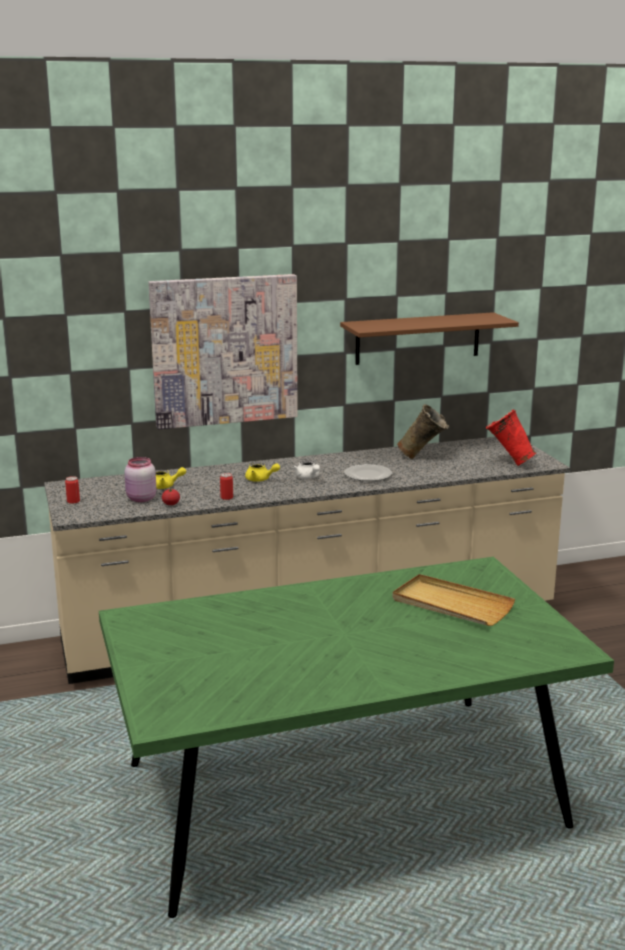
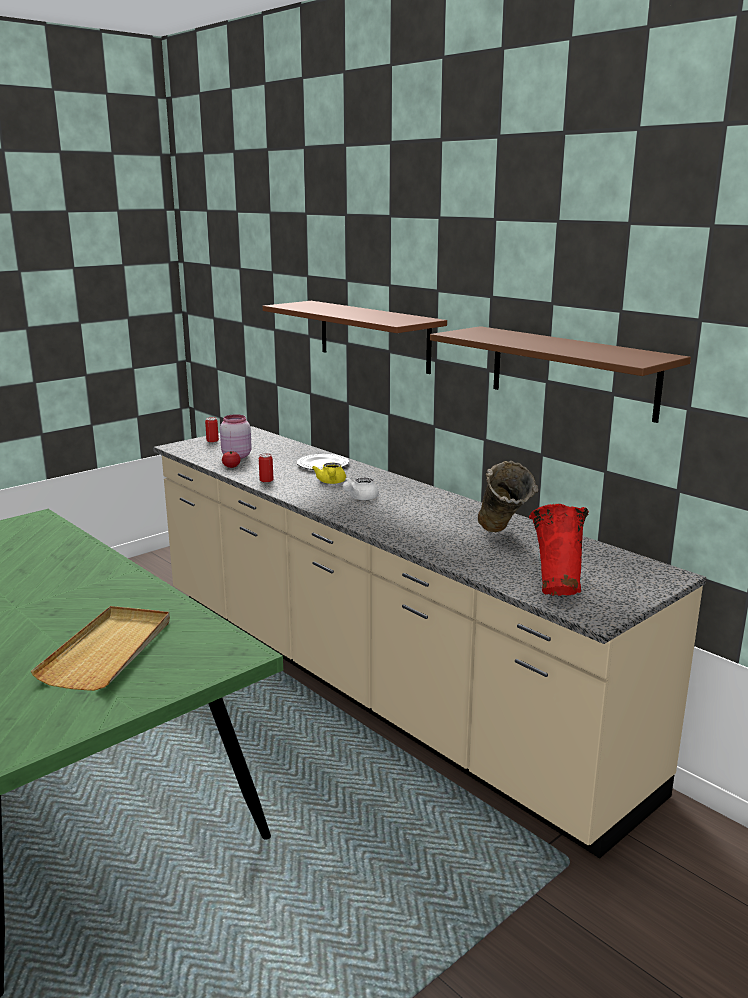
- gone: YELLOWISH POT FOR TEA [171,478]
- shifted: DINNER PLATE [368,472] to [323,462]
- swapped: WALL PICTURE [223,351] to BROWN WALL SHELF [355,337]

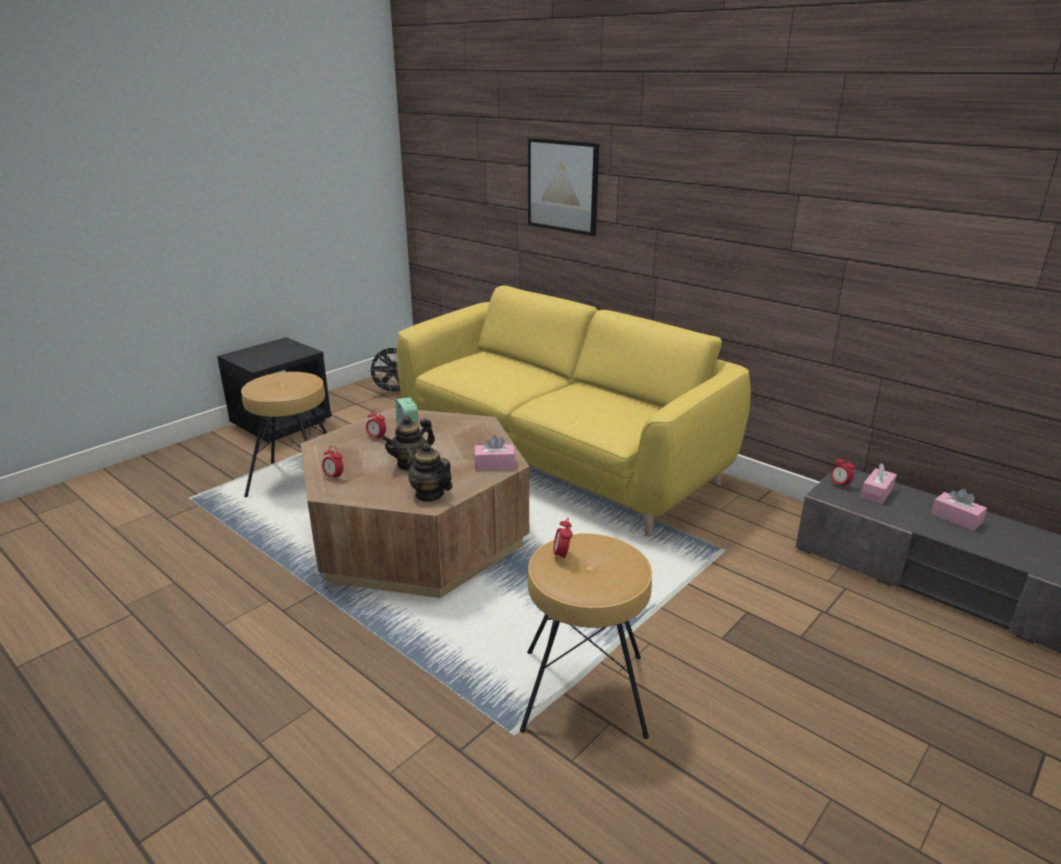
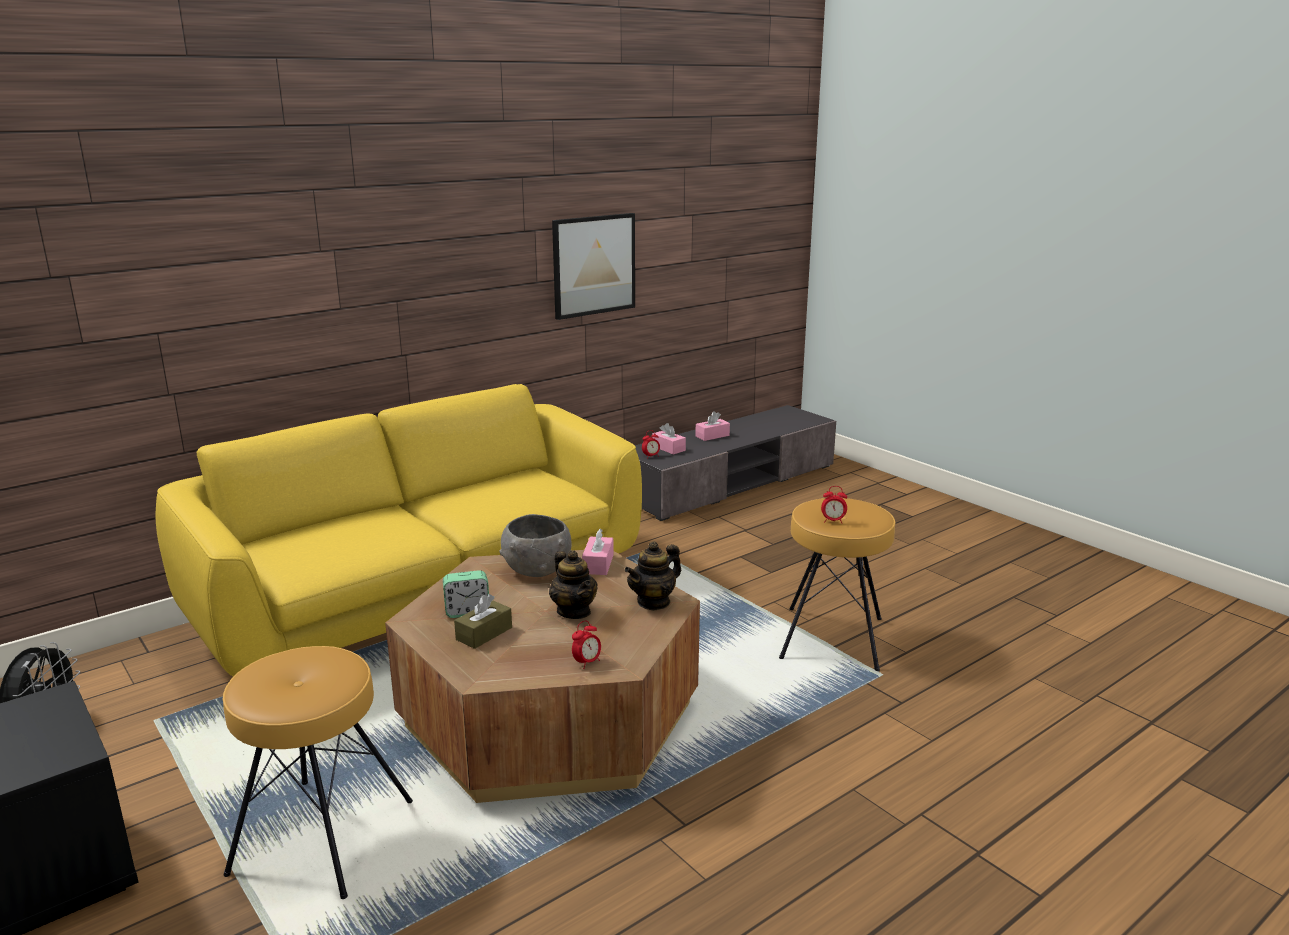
- new: GREYISH BOWL [535,545]
- shifted: WALL PICTURE [563,187] to [593,266]
- swapped: TABLE CLOCK [376,425] to BROWN BOX OF TISSUES [483,621]

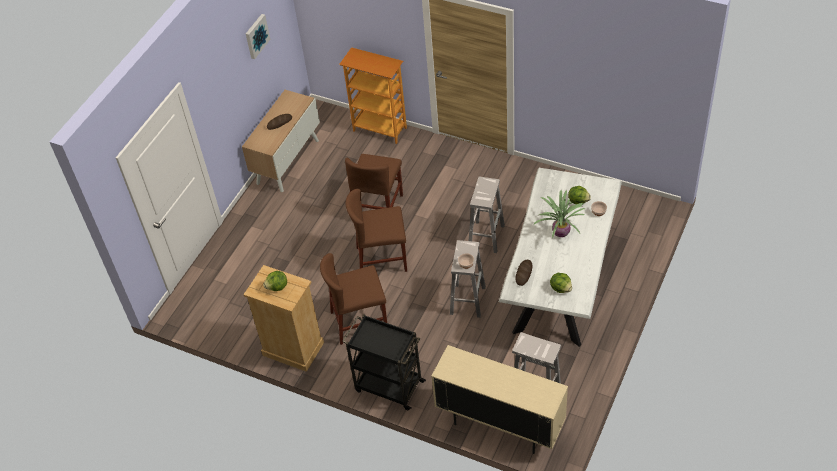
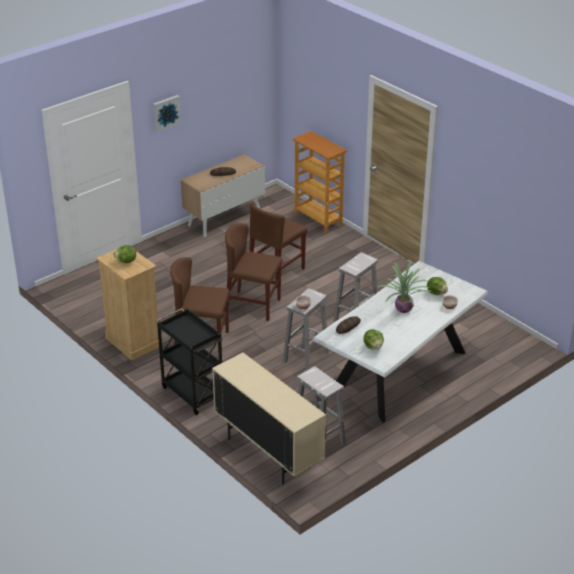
- shifted: WALL PICTURE [258,36] to [167,113]

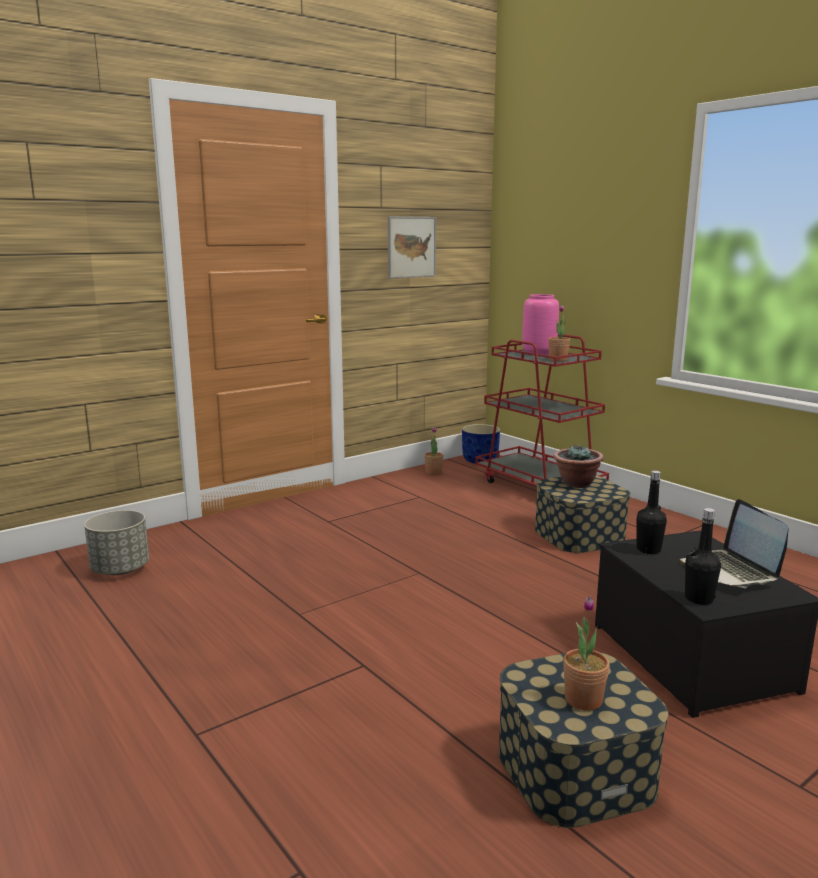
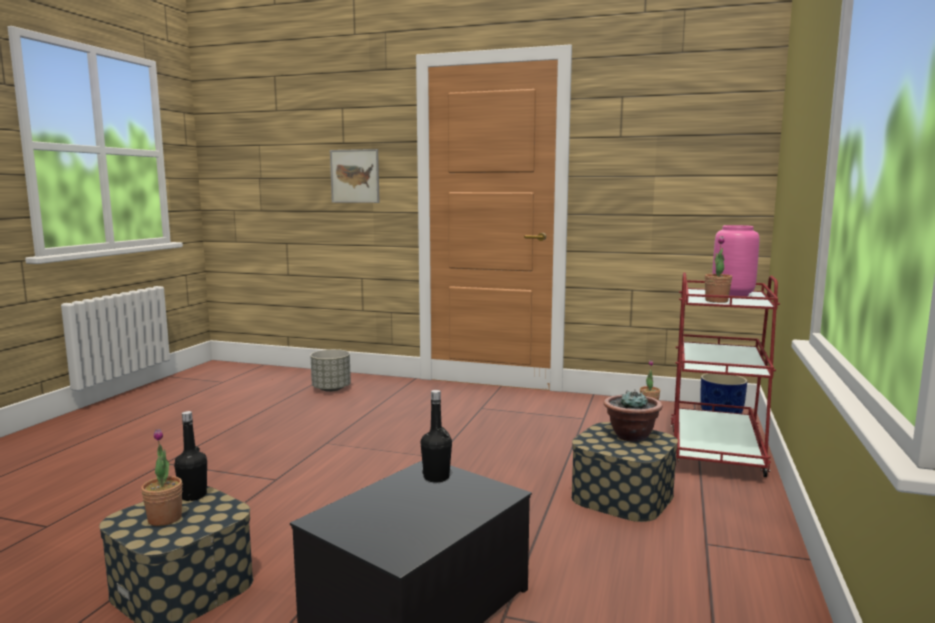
- gone: LAPTOP [733,543]
- shifted: WALL PICTURE [412,247] to [355,176]
- shifted: BLACK-COLOURED BEVERAGE BOTTLE [703,556] to [190,456]

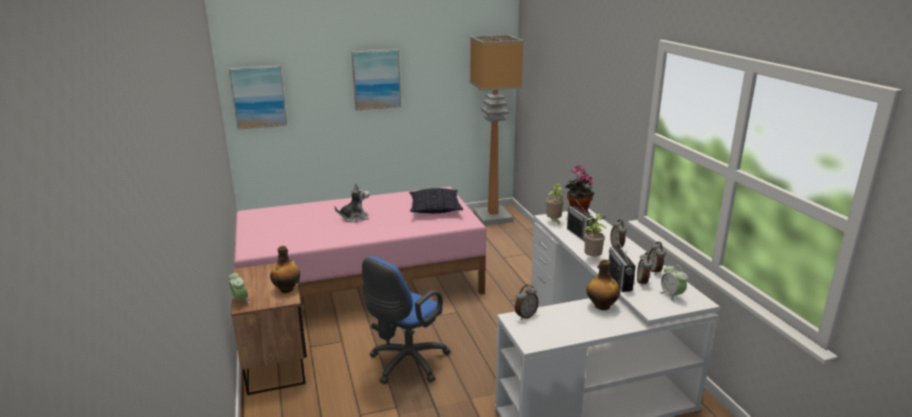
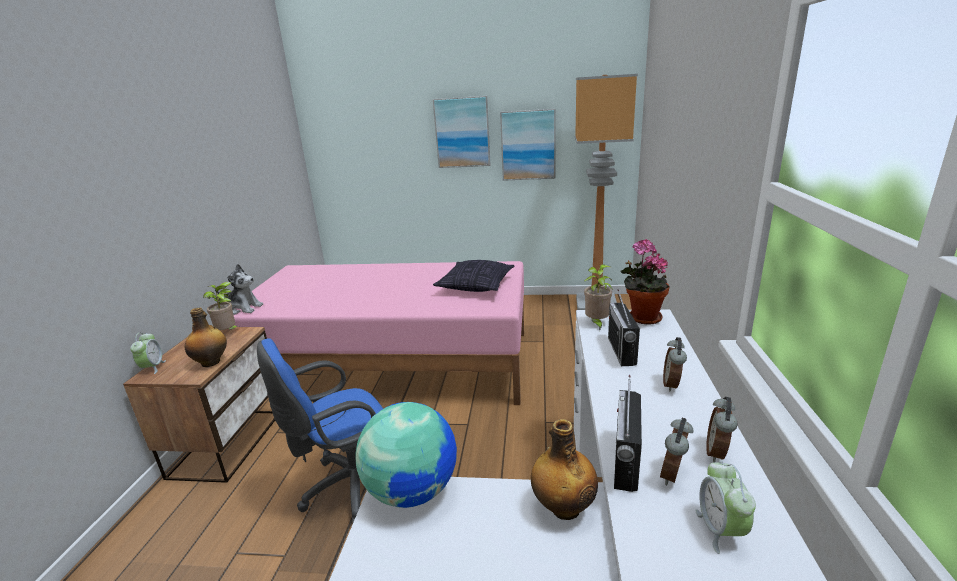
- shifted: WALL PICTURE [258,97] to [528,145]
- shifted: SOFT TOY [352,202] to [240,289]
- shifted: HOUSEPLANT [595,234] to [220,306]
- swapped: TABLE CLOCK [527,302] to WORLD GLOBE [406,455]

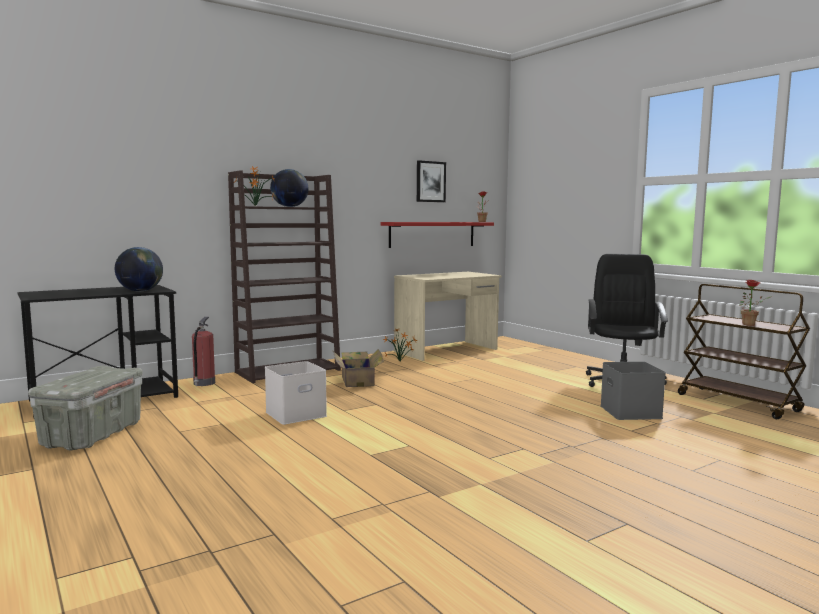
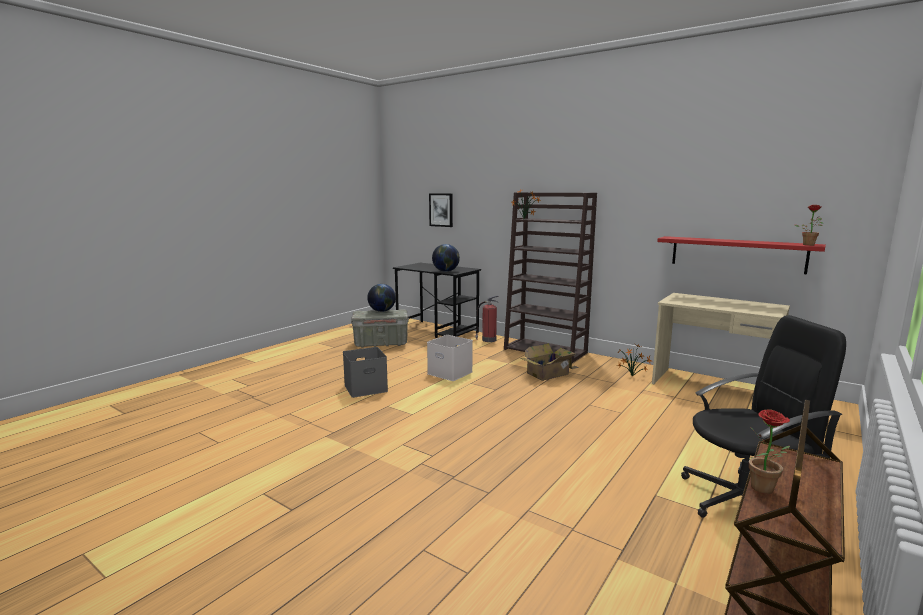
- shifted: WORLD GLOBE [289,188] to [381,298]
- shifted: WALL PICTURE [431,181] to [441,210]
- shifted: GREYISH STORAGE CONTAINER [633,391] to [365,372]

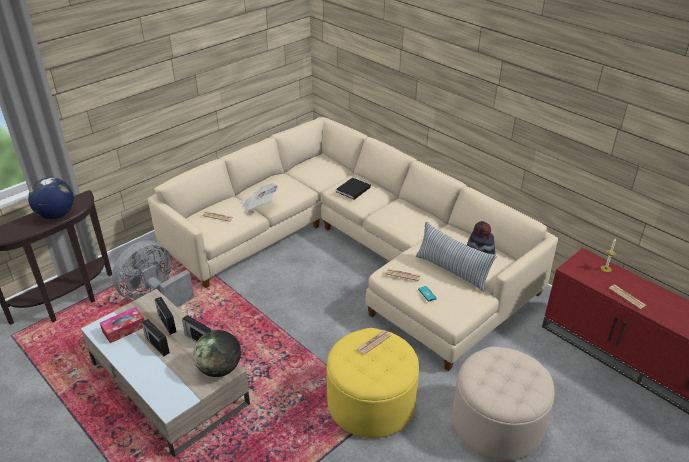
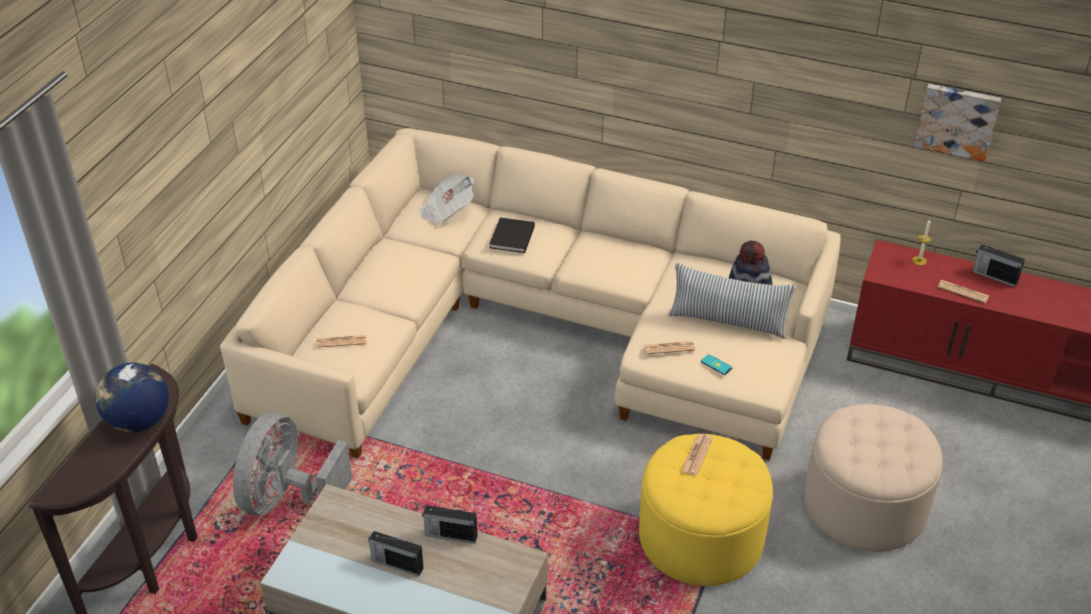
- gone: BOX OF TISSUES [122,325]
- gone: WORLD GLOBE [217,353]
- new: WALL PICTURE [957,122]
- shifted: RADIO SET [165,316] to [998,265]
- shifted: PRINTED PAPER [260,197] to [446,199]

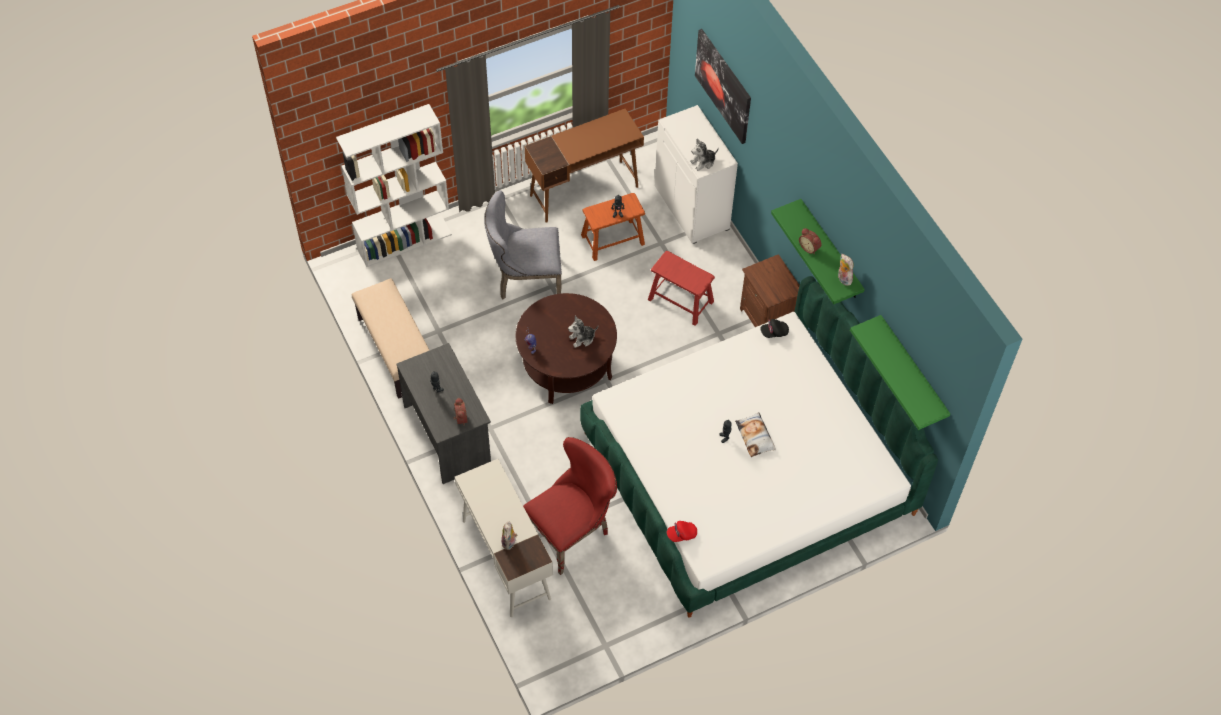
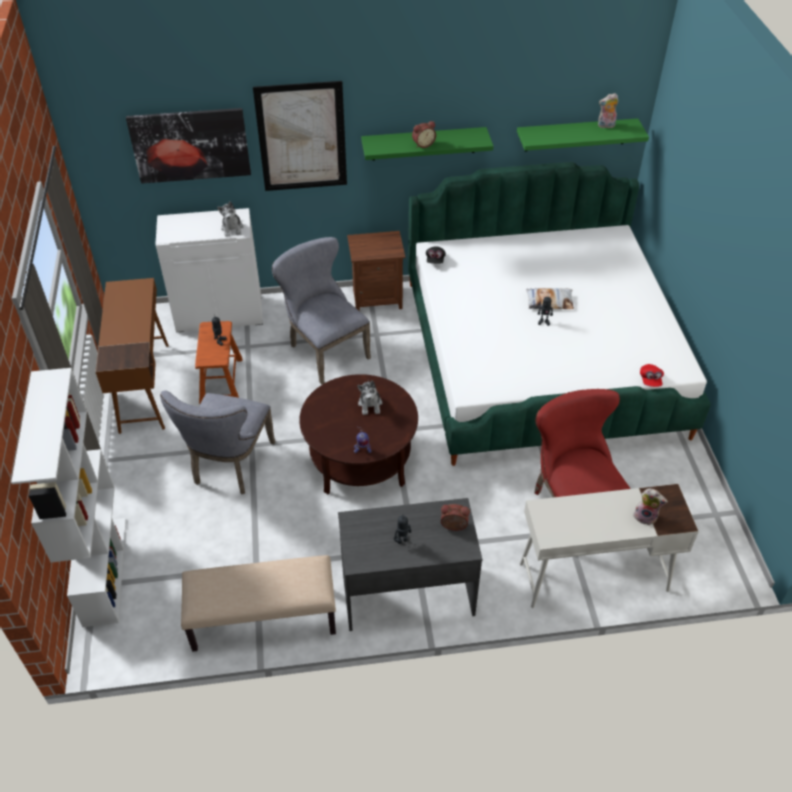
- new: WALL PICTURE [300,136]
- shifted: SOFT TOY [846,270] to [608,110]
- swapped: RED STOOL [681,288] to GREYISH UPRIGHT CHAIR [321,311]

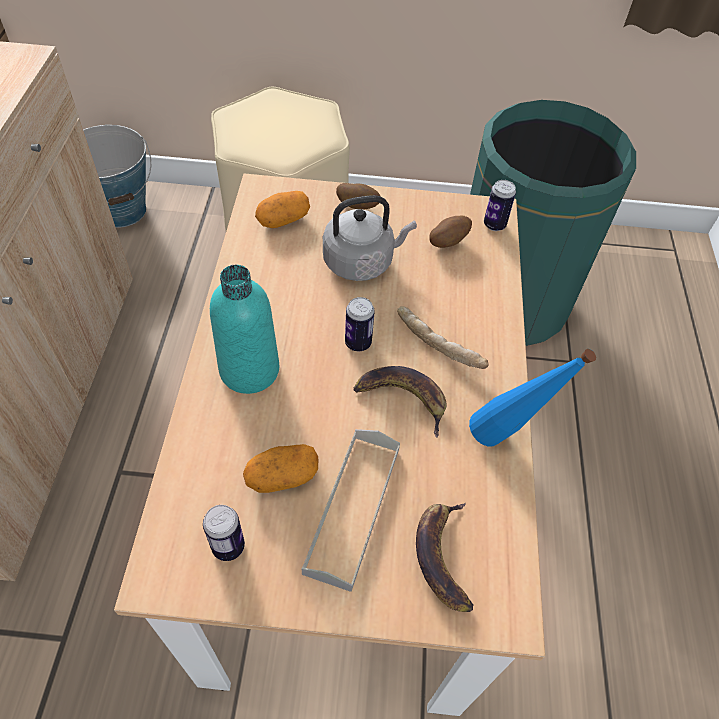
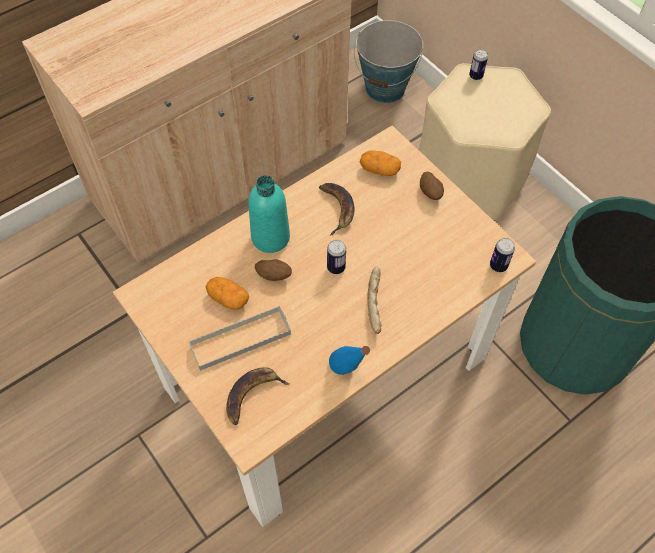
- gone: GREYISH KETTLE [370,238]
- shifted: CAN [224,533] to [478,64]
- shifted: BANANA [400,402] to [337,209]
- shifted: POTATO [450,232] to [273,270]

